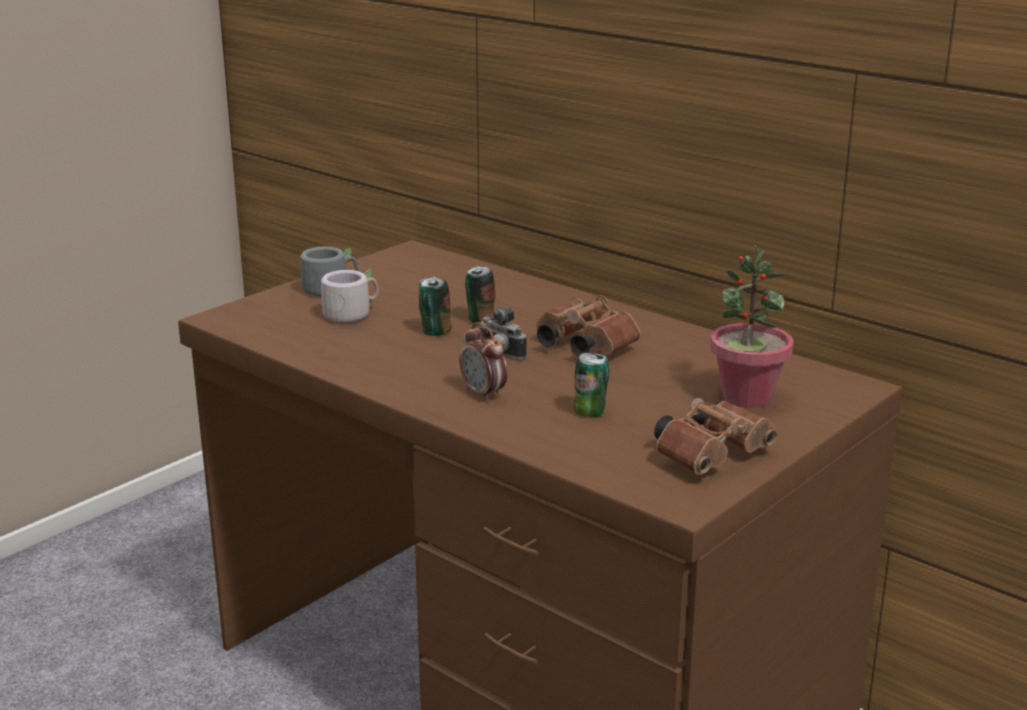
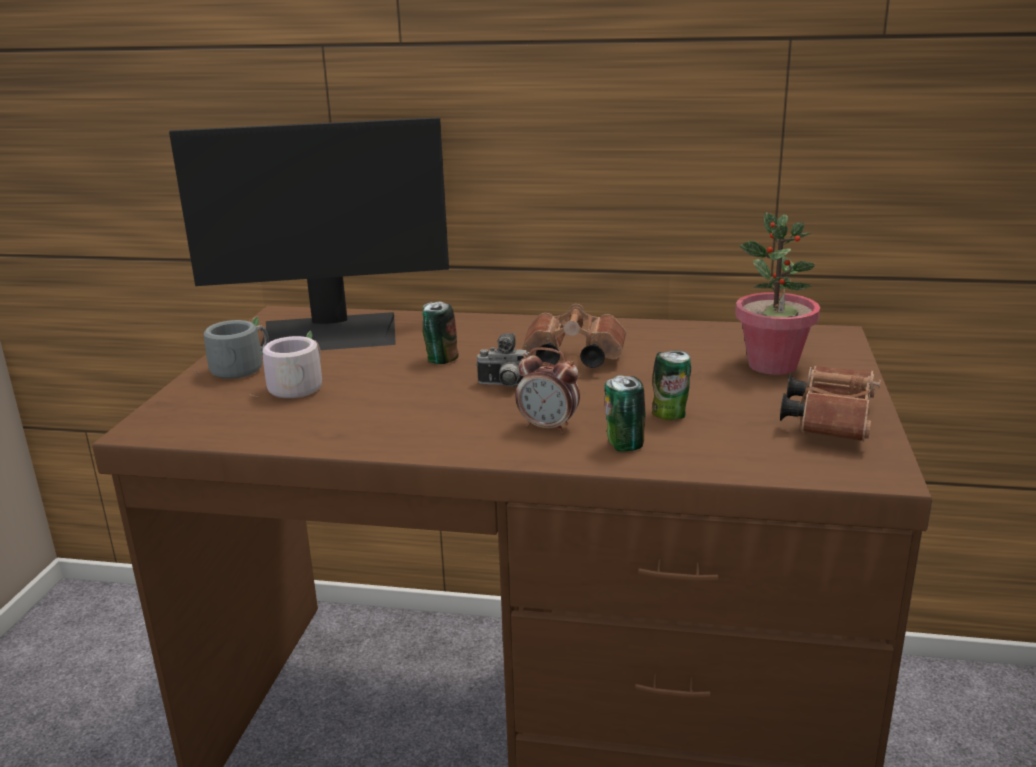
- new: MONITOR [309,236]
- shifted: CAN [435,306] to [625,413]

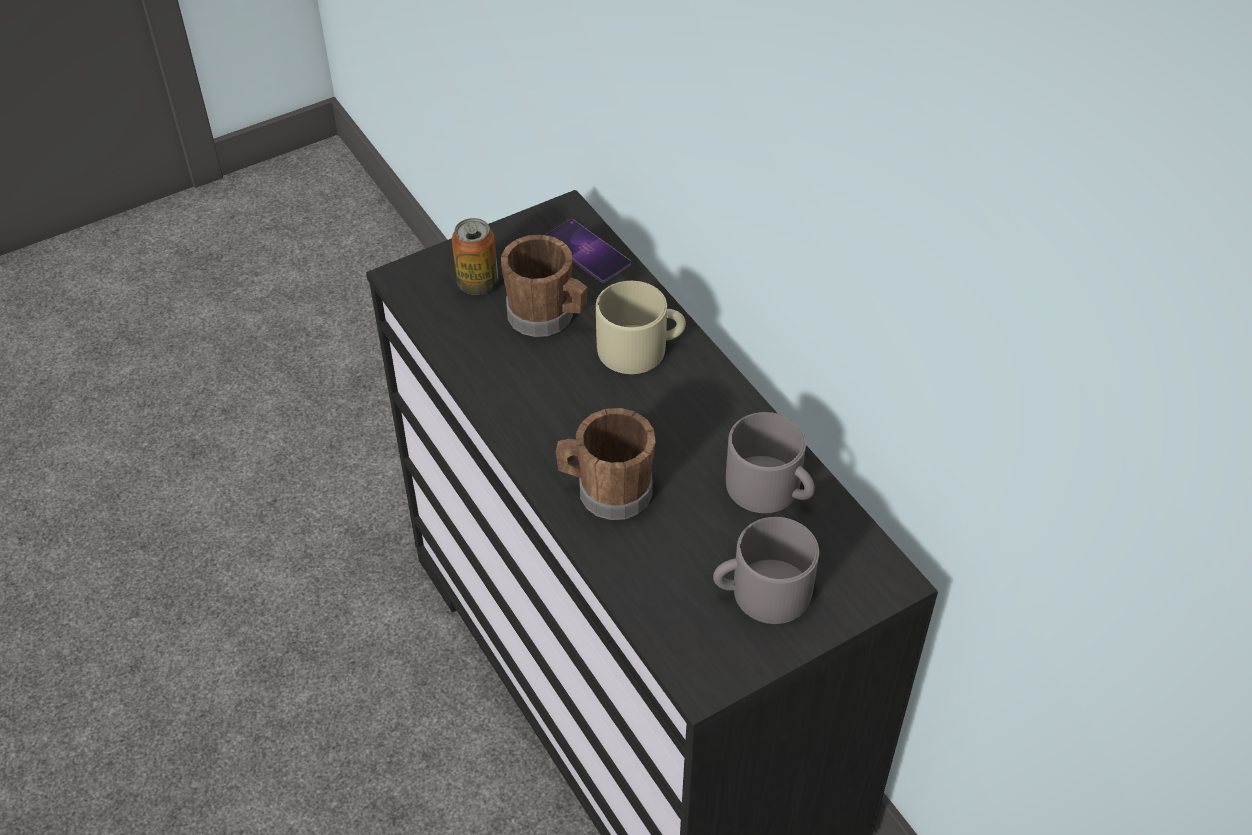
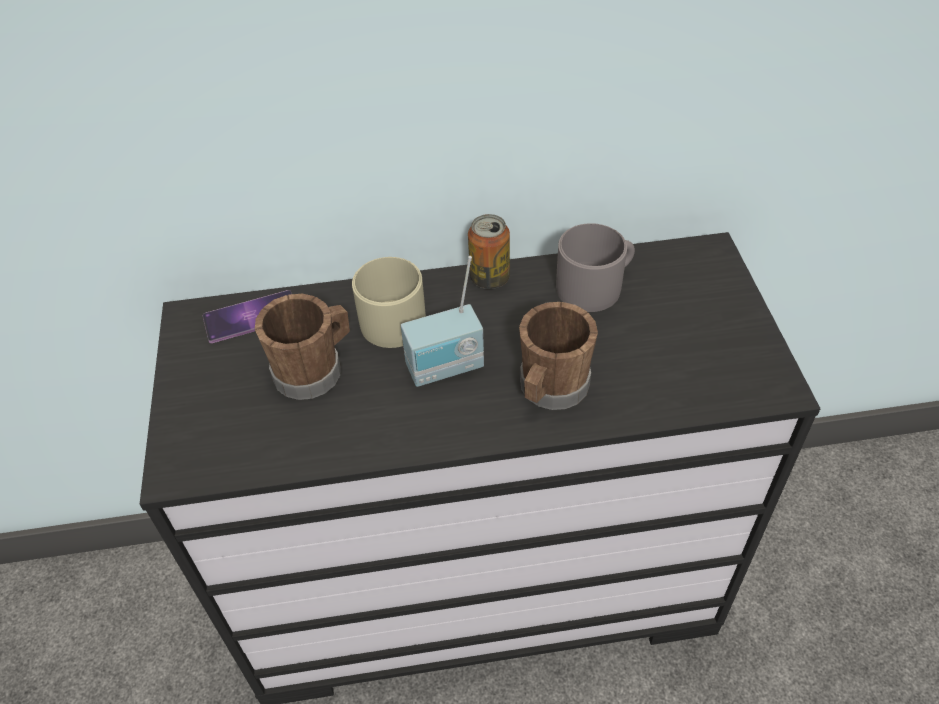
- gone: GREYISH MUG [766,570]
- new: RADIO SET [442,321]
- shifted: CAN [475,256] to [489,251]

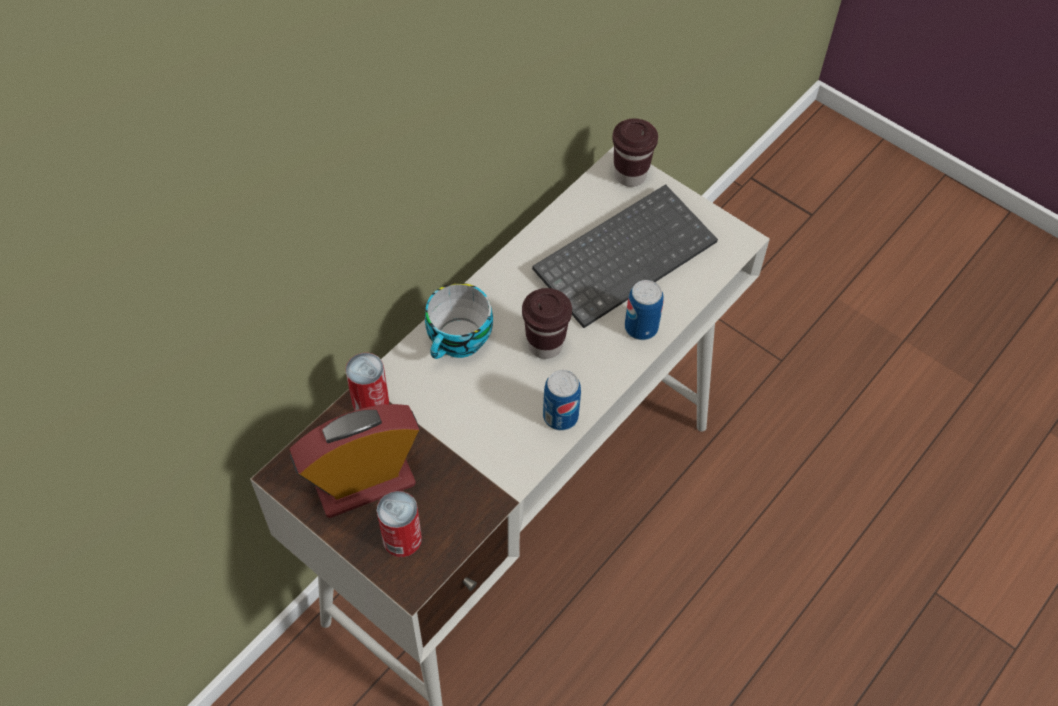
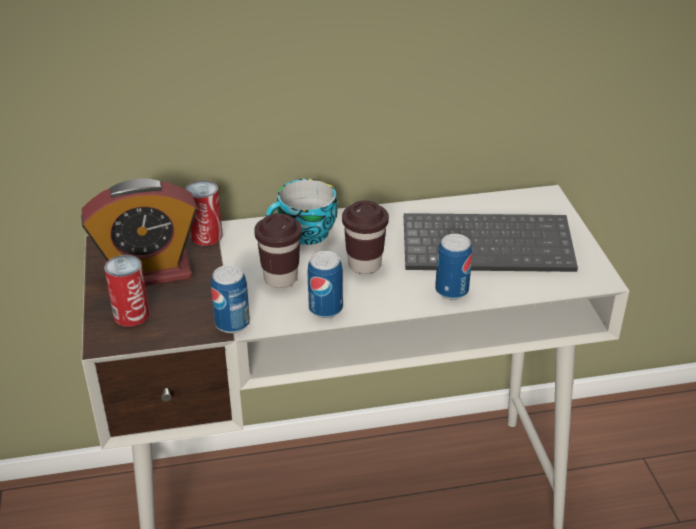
- new: CAN [230,299]
- shifted: BROWN SMALL CUP [635,153] to [278,250]
- rotated: TABLE CLOCK [355,461] = [139,232] 150 degrees clockwise

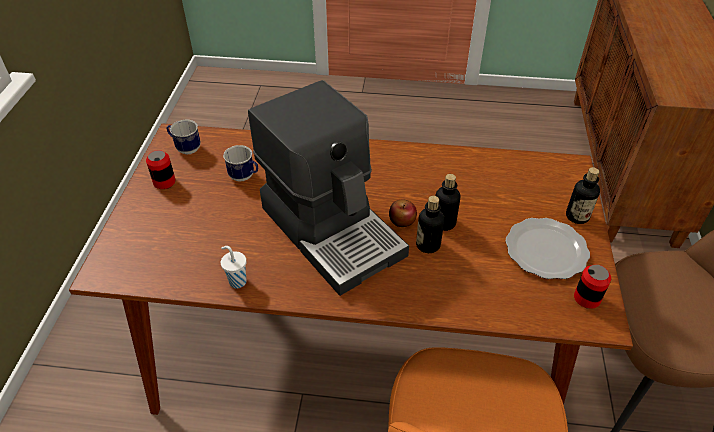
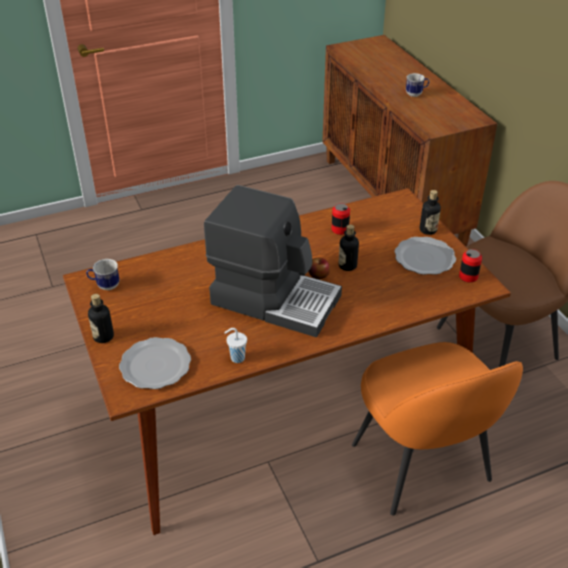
- new: DINNER PLATE [155,363]
- shifted: CAN [161,169] to [341,219]
- shifted: MUG [240,163] to [418,85]
- shifted: BEVERAGE BOTTLE [430,224] to [101,318]

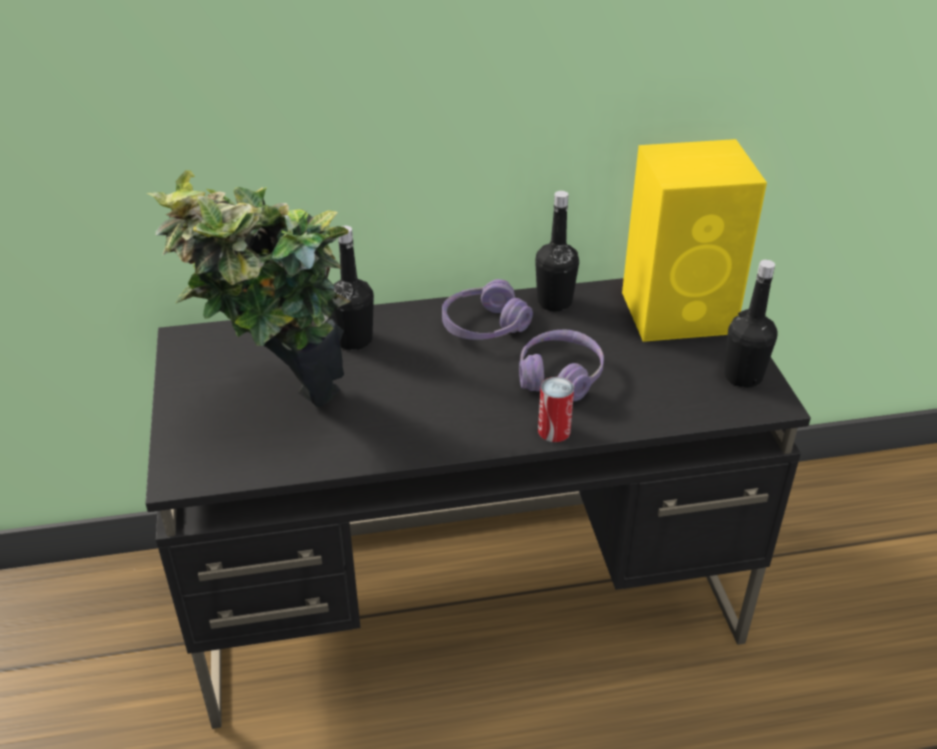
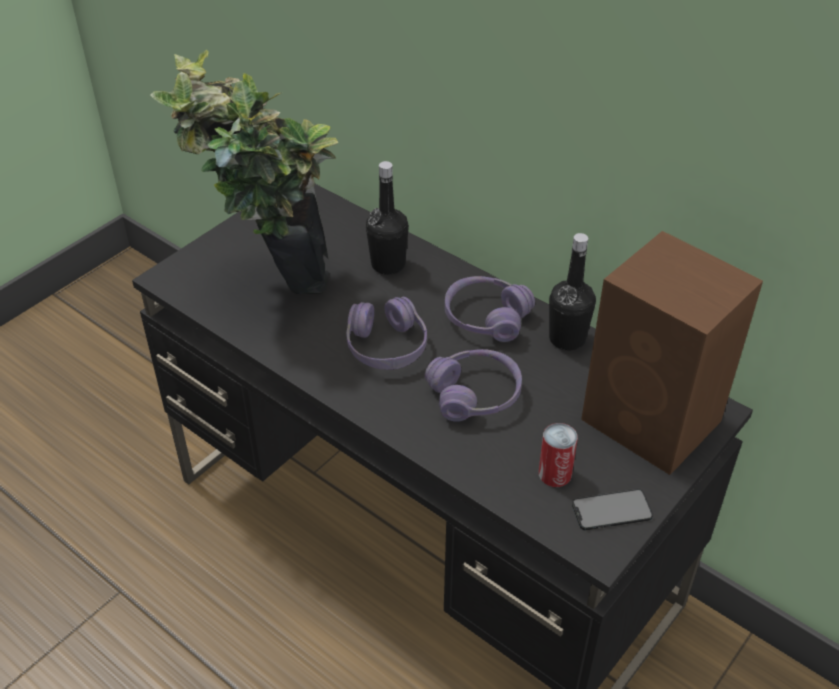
- new: PURPLE-COLOURED HEADSET [387,333]
- shifted: CAN [556,409] to [558,455]
- swapped: BLACK-COLOURED BEVERAGE BOTTLE [751,324] to HANDSET [612,509]
- repainted: YELLOWISH AUDIO SPEAKER [694,240] to BROWN AUDIO SPEAKER [672,353]

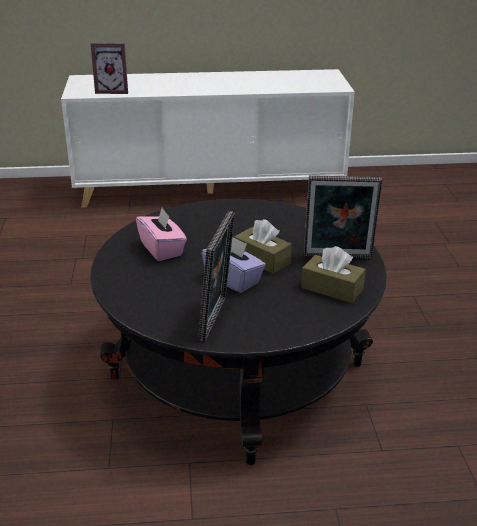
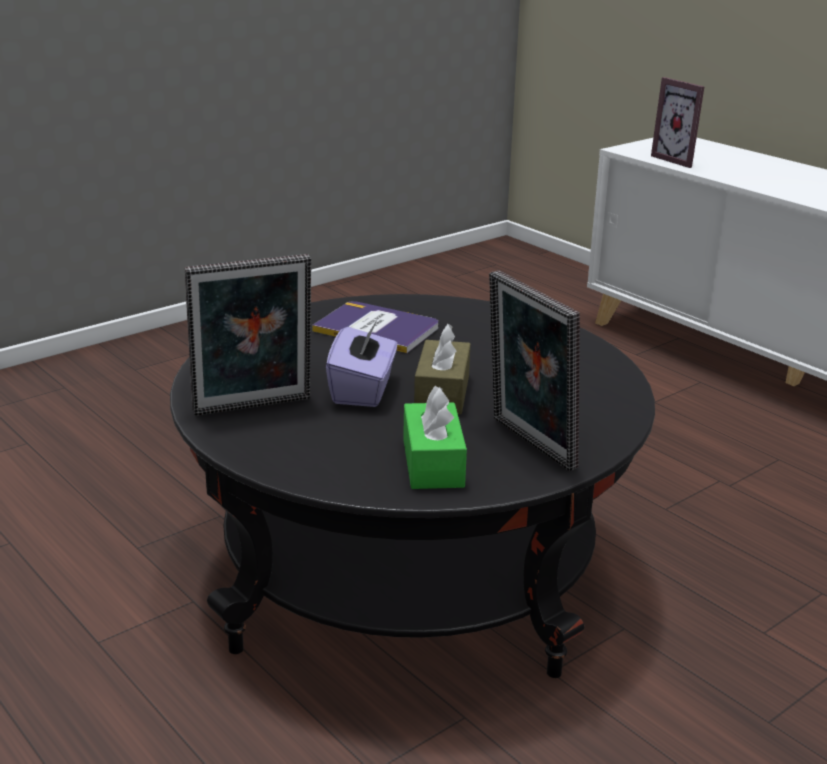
- swapped: PINK-COLOURED BOX OF TISSUES [161,234] to BOUND BOOK [375,327]
- repainted: BROWN BOX OF TISSUES [333,274] to GREEN-COLOURED BOX OF TISSUES [435,437]

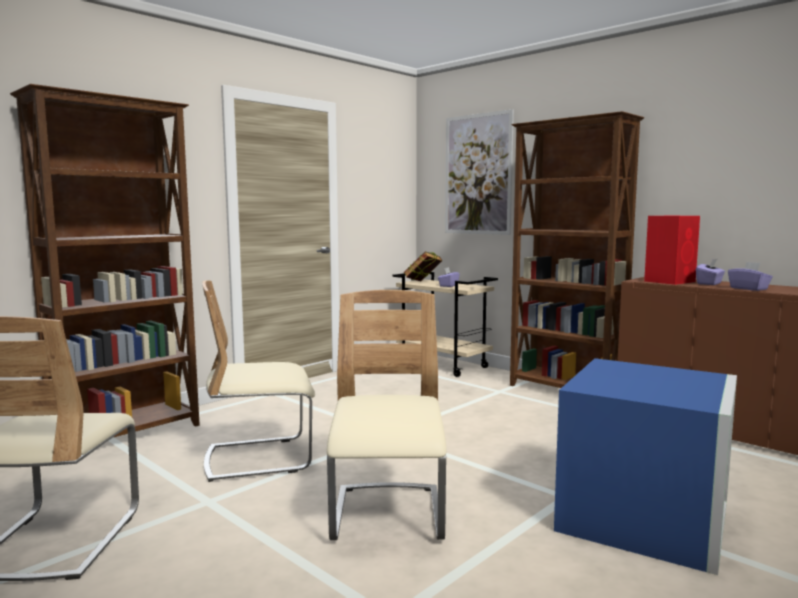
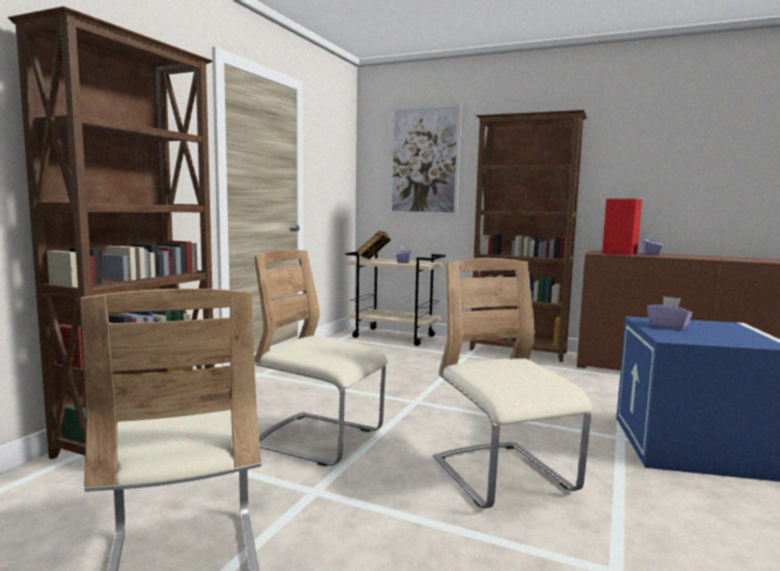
- shifted: PURPLE-COLOURED BOX OF TISSUES [750,276] to [670,313]
- rotated: BEIGE-COLOURED UPRIGHT CHAIR [258,381] = [321,358] 60 degrees clockwise

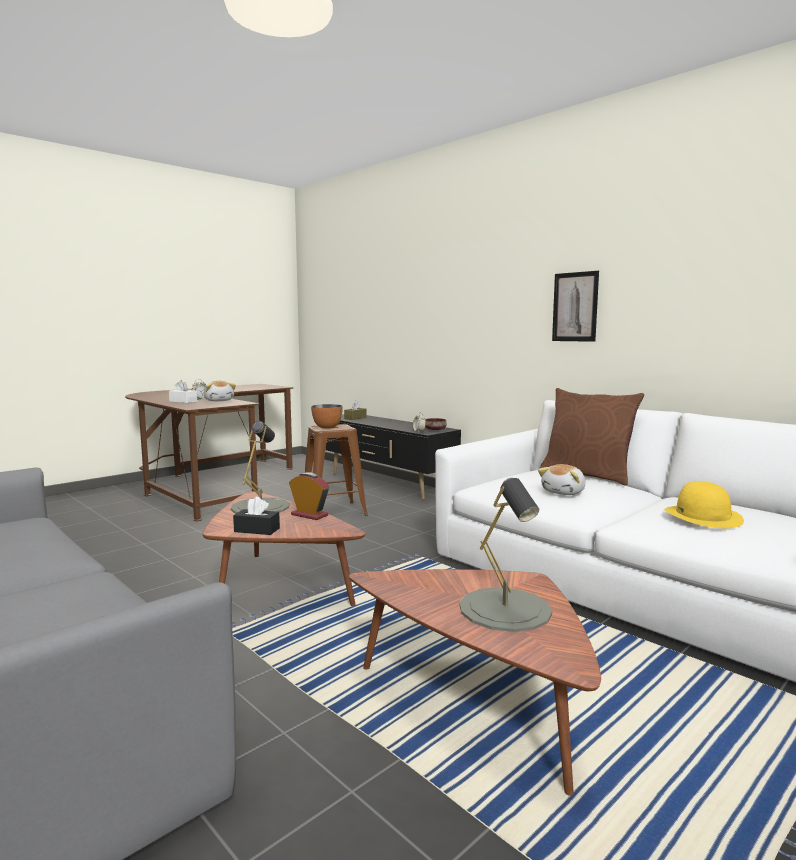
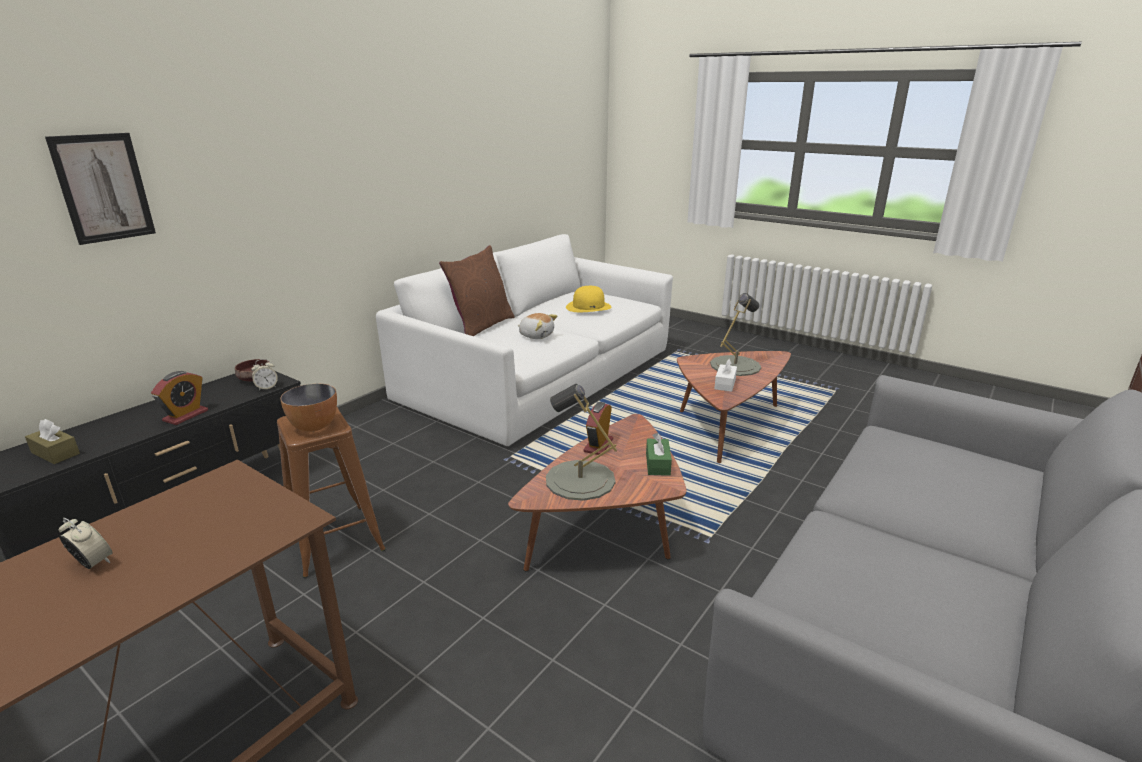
- gone: SOFT TOY [220,391]
- new: TABLE CLOCK [179,398]
- shifted: WHITE BOX OF TISSUES [183,391] to [725,375]
- shifted: WALL PICTURE [575,306] to [100,189]
- repainted: BLACK-COLOURED BOX OF TISSUES [256,516] to GREEN-COLOURED BOX OF TISSUES [659,454]

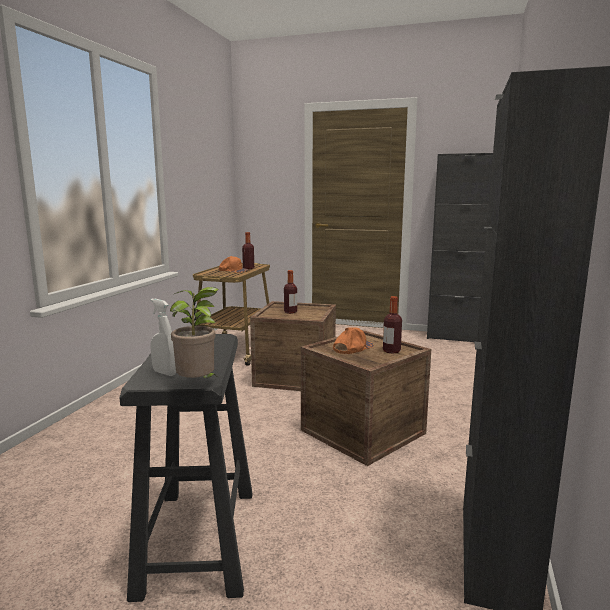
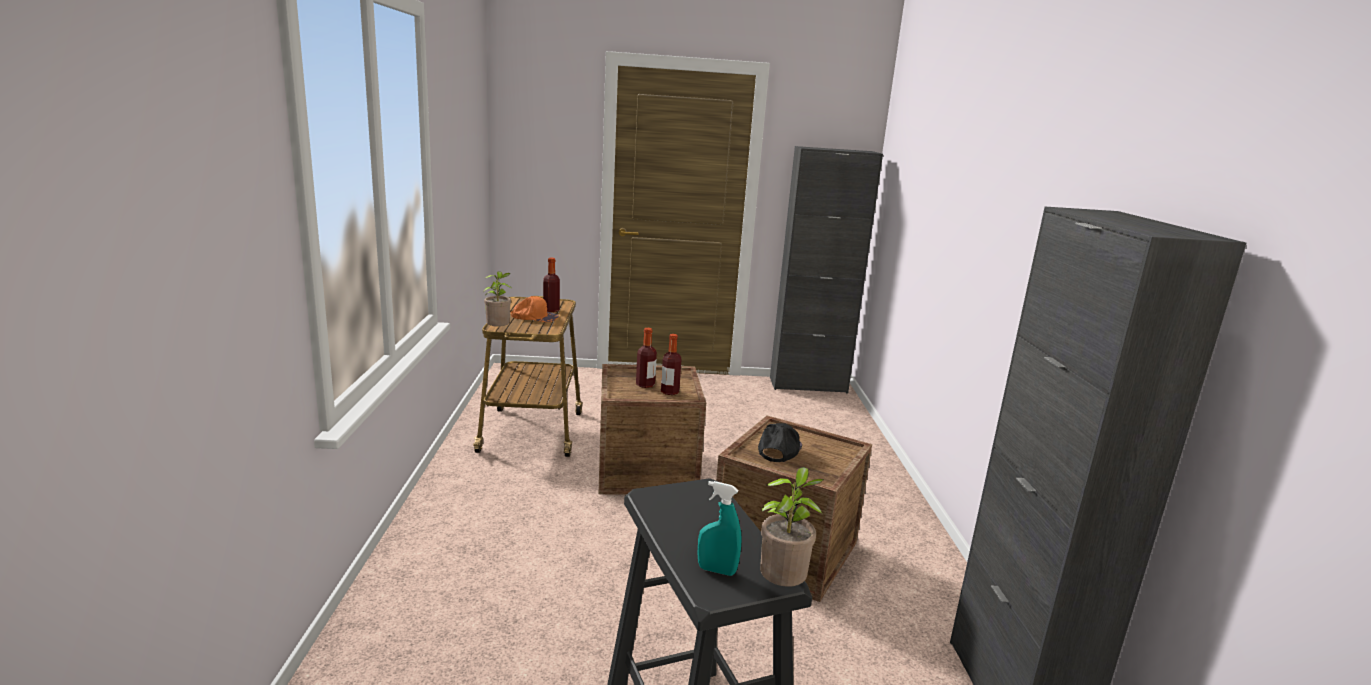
- new: HOUSEPLANT [497,299]
- shifted: BEVERAGE BOTTLE [392,325] to [671,364]
- repainted: WHITE HAND SPRAYER [163,337] to TURQUOISE-COLOURED HAND SPRAYER [720,528]
- repainted: ORANGE PEAKED CAP [353,340] to BLACK-COLOURED PEAKED CAP [780,442]

